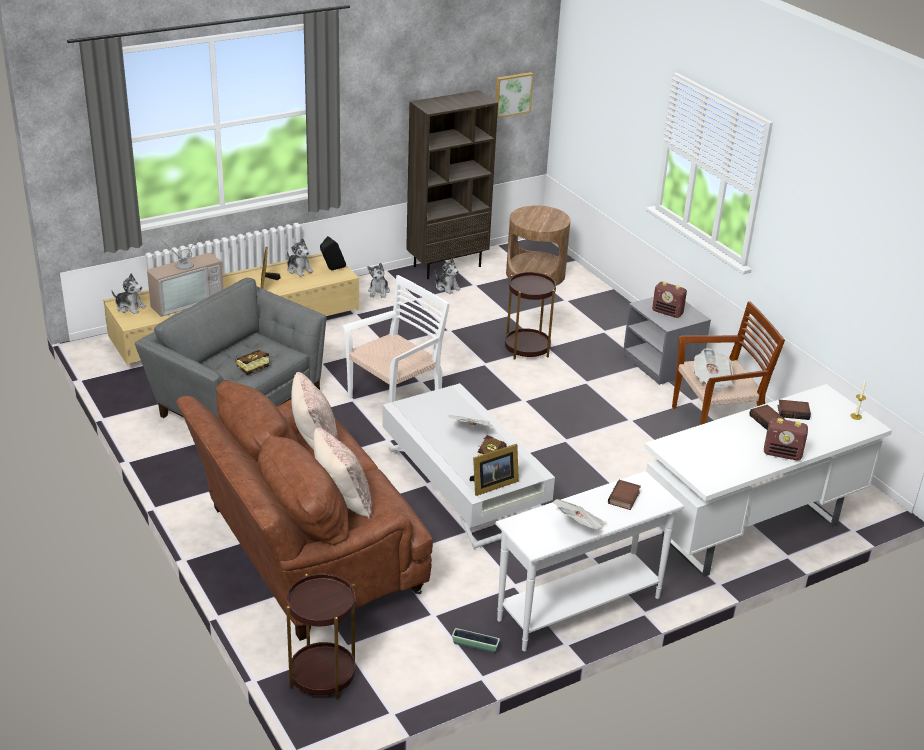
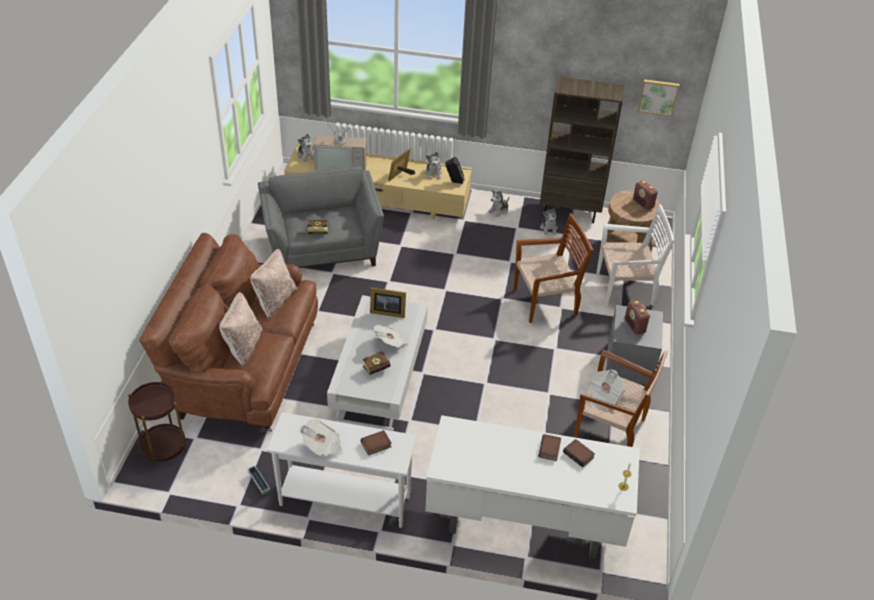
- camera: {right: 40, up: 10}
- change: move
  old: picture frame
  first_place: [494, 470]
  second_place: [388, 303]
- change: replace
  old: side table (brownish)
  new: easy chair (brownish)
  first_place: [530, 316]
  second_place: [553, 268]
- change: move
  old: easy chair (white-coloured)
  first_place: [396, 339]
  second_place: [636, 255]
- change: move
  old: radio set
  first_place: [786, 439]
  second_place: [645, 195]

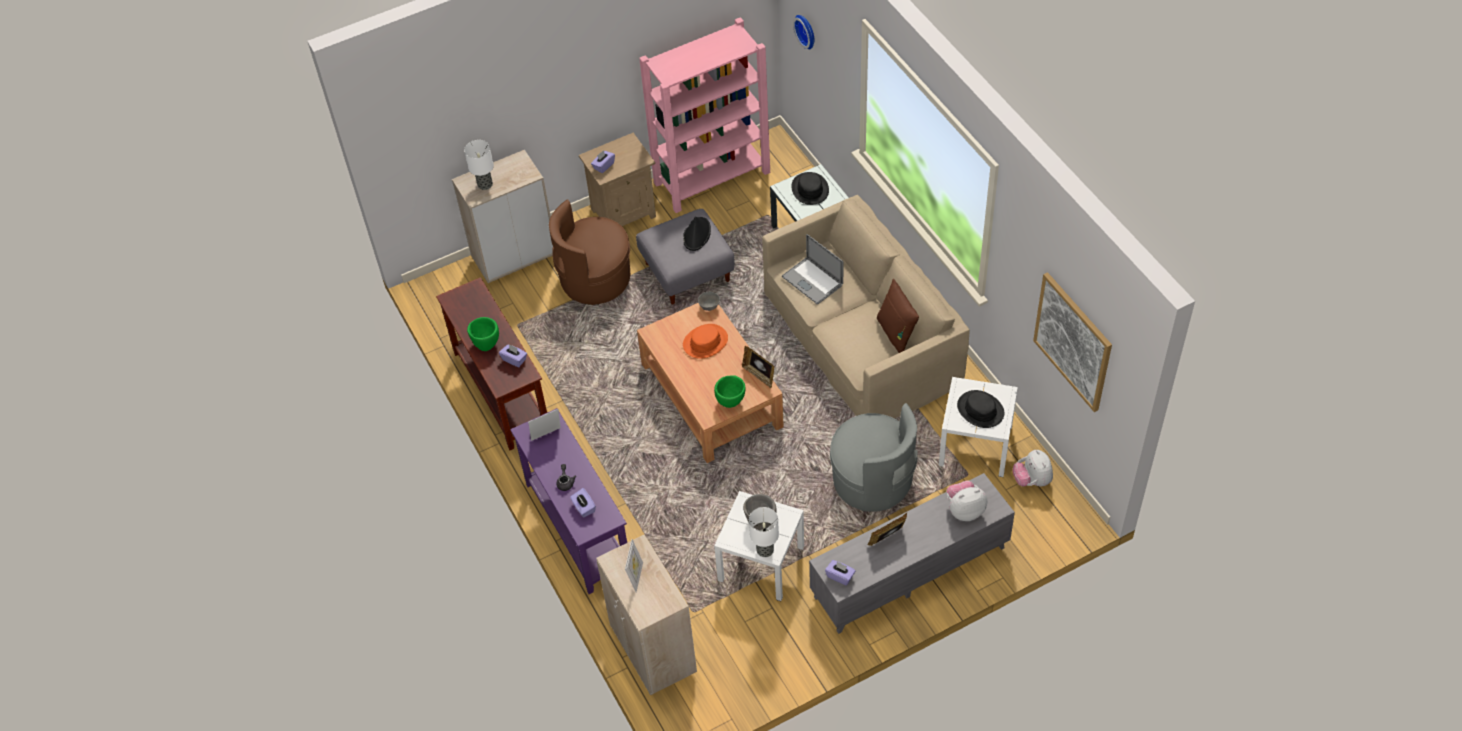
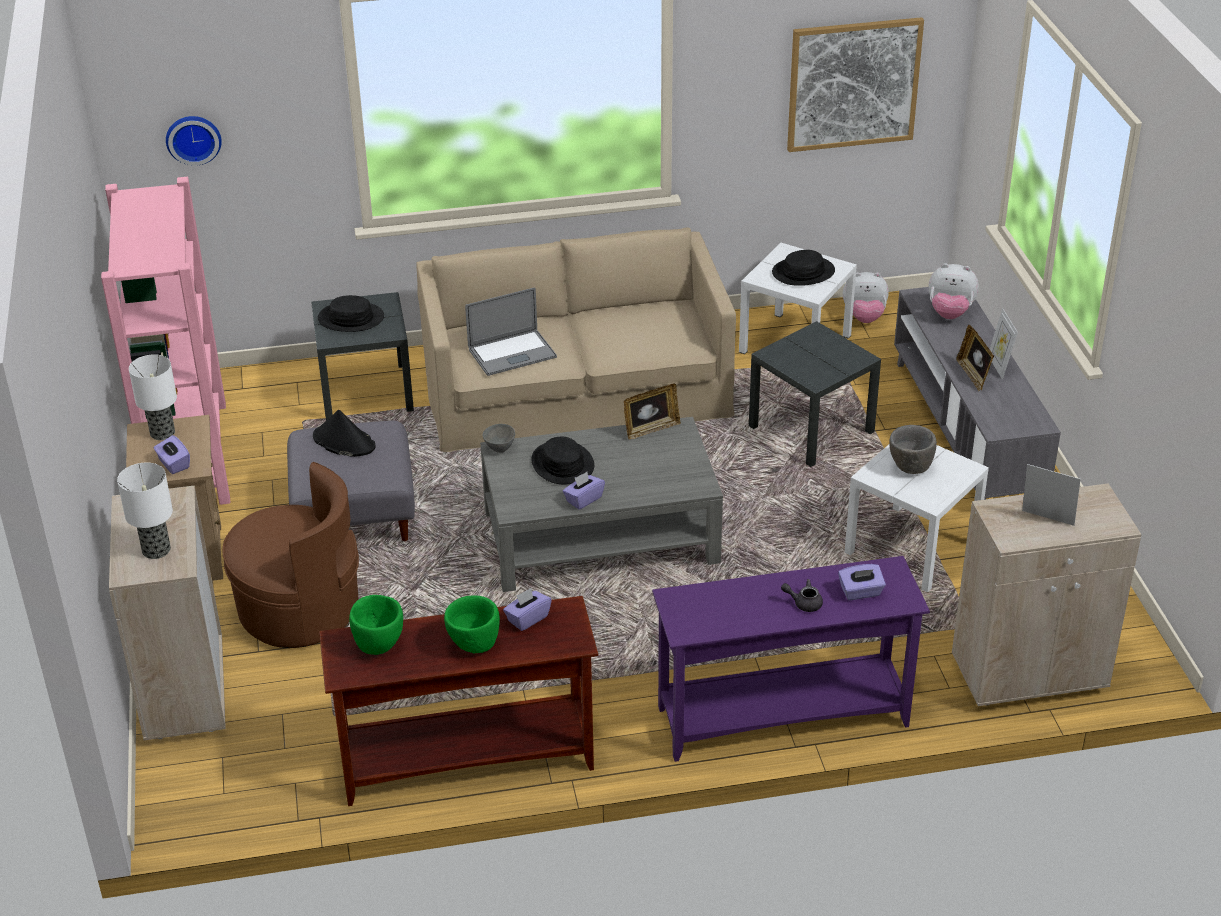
- camera: {right: -75, up: -15}
- change: move
  old: table lamp
  first_place: [764, 532]
  second_place: [153, 397]
- change: rotate
  old: easy chair (brownish)
  first_place: [589, 252]
  second_place: [291, 555]
  degrees: -90
- change: move
  old: deep dish (green)
  first_place: [730, 391]
  second_place: [376, 625]
- change: recolor
  old: coffee table (brownish)
  new: coffee table (grey)
  first_place: [710, 383]
  second_place: [601, 504]
- change: recolor
  old: hat (orange)
  new: hat (black)
  first_place: [705, 341]
  second_place: [562, 460]
- change: move
  old: box of tissues (purplish)
  first_place: [840, 573]
  second_place: [584, 491]
- change: replace
  old: easy chair (grey)
  new: side table (grey)
  first_place: [874, 457]
  second_place: [815, 394]
- change: rotate
  old: cuddly toy
  first_place: [967, 500]
  second_place: [954, 291]
  degrees: -75
- change: move
  old: picture frame
  first_place: [544, 425]
  second_place: [1003, 344]
- change: delete
  old: throw pillow (brownish)
  first_place: [898, 316]

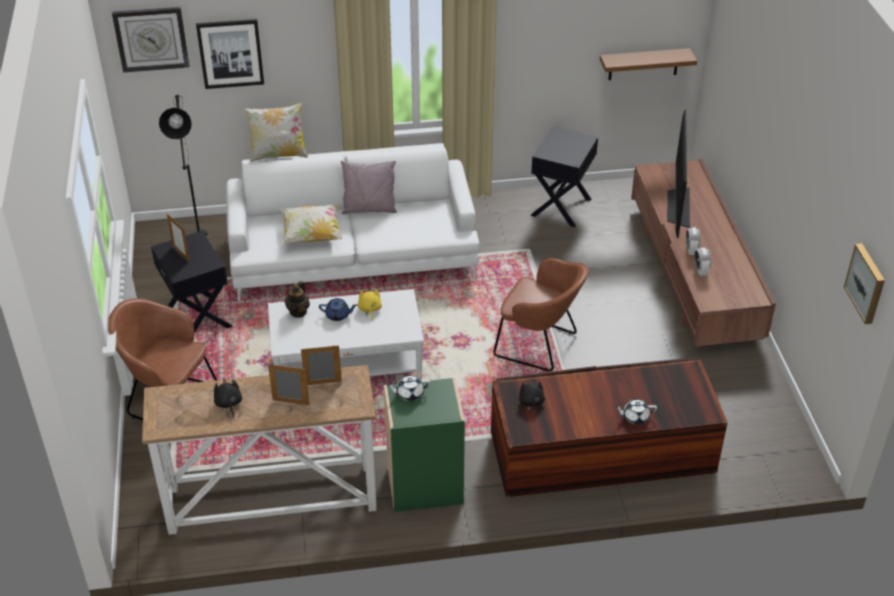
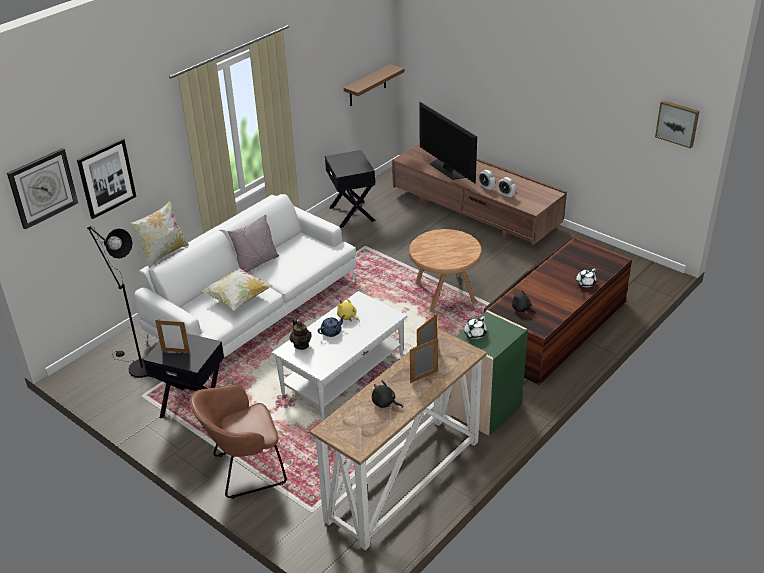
- camera: {right: -40, up: -5}
- change: replace
  old: easy chair (brownish)
  new: side table (brownish)
  first_place: [541, 314]
  second_place: [445, 270]

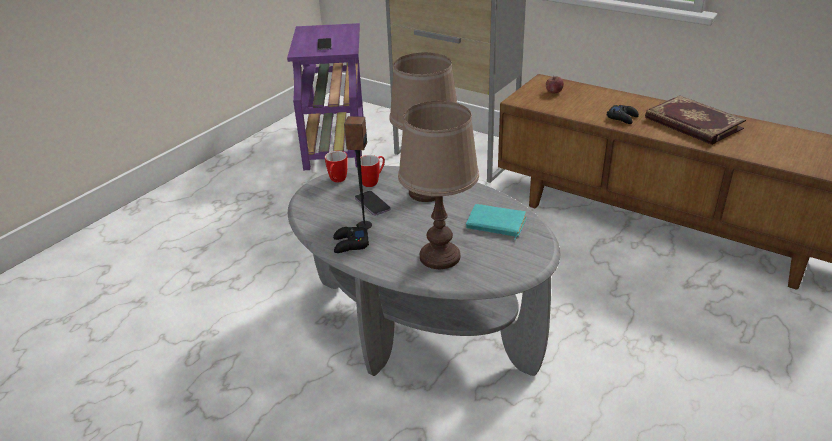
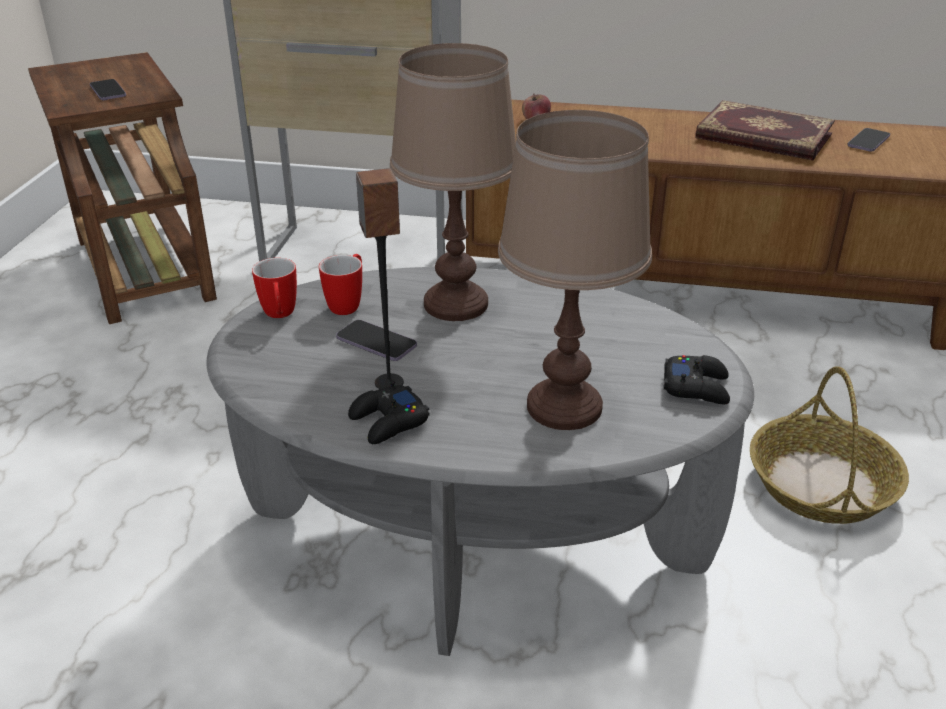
- camera: {right: -25, up: 0}
- change: recolor
  old: side table (purplish)
  new: side table (brownish)
  first_place: [325, 96]
  second_place: [122, 188]
- change: move
  old: joypad (black)
  first_place: [622, 114]
  second_place: [697, 379]
- change: insert
  new: household basket
  second_place: [829, 445]
- change: insert
  new: phone
  second_place: [868, 140]
- change: delete
  old: volume (turquoise-coloured)
  first_place: [496, 222]

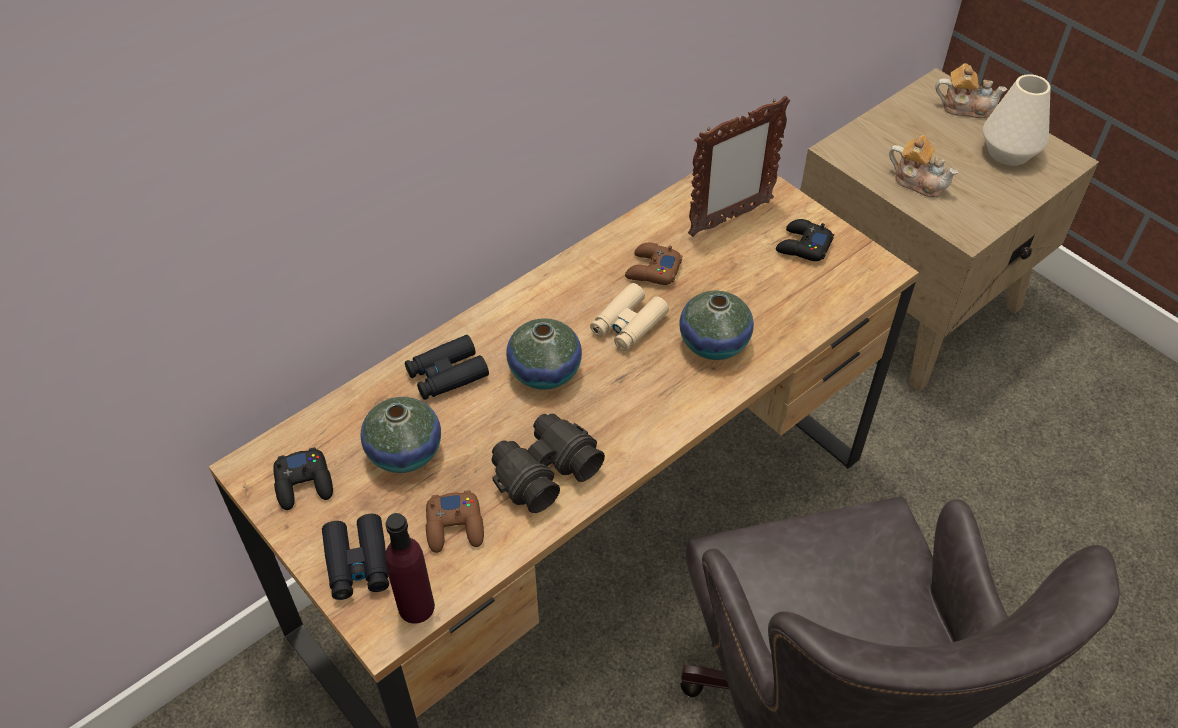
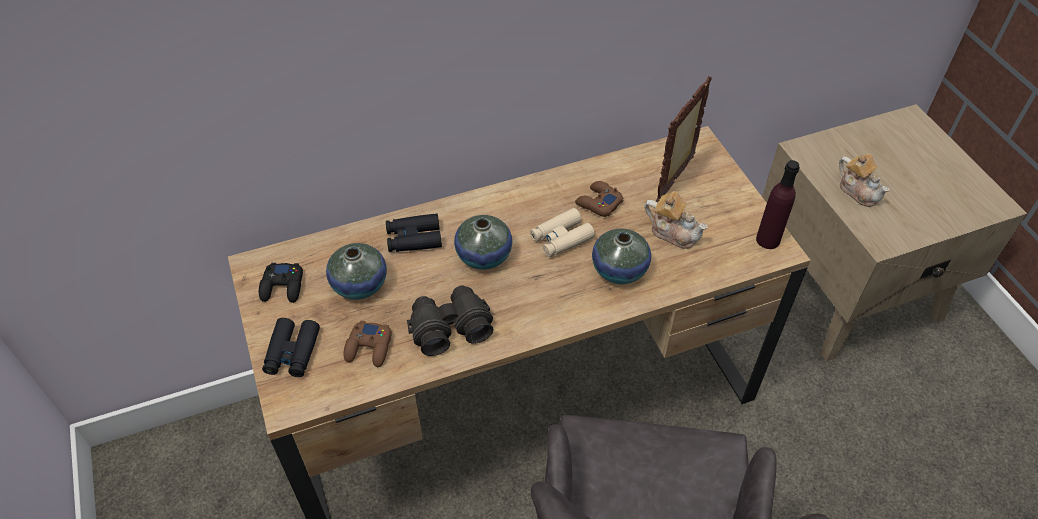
- camera: {right: 20, up: 0}
- change: move
  old: tea pot
  first_place: [971, 90]
  second_place: [676, 220]
- change: rotate
  old: picture frame
  first_place: [739, 166]
  second_place: [684, 139]
  degrees: 135
- change: move
  old: drink bottle (purplish)
  first_place: [410, 568]
  second_place: [778, 204]
- change: delete
  old: joypad (black)
  first_place: [805, 240]
- change: delete
  old: decorative vase (white-coloured)
  first_place: [1017, 120]

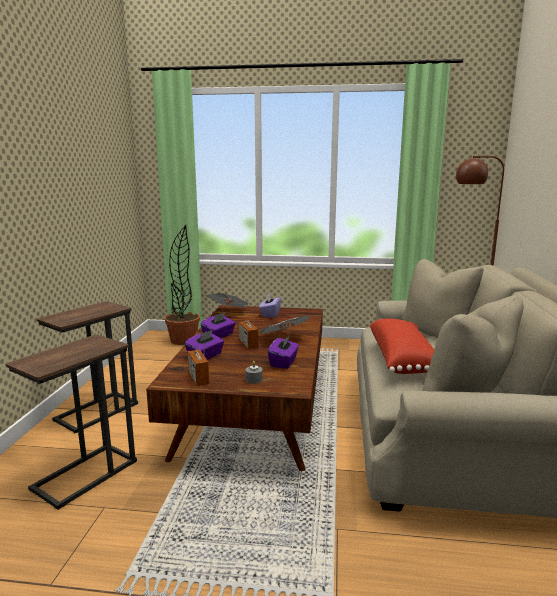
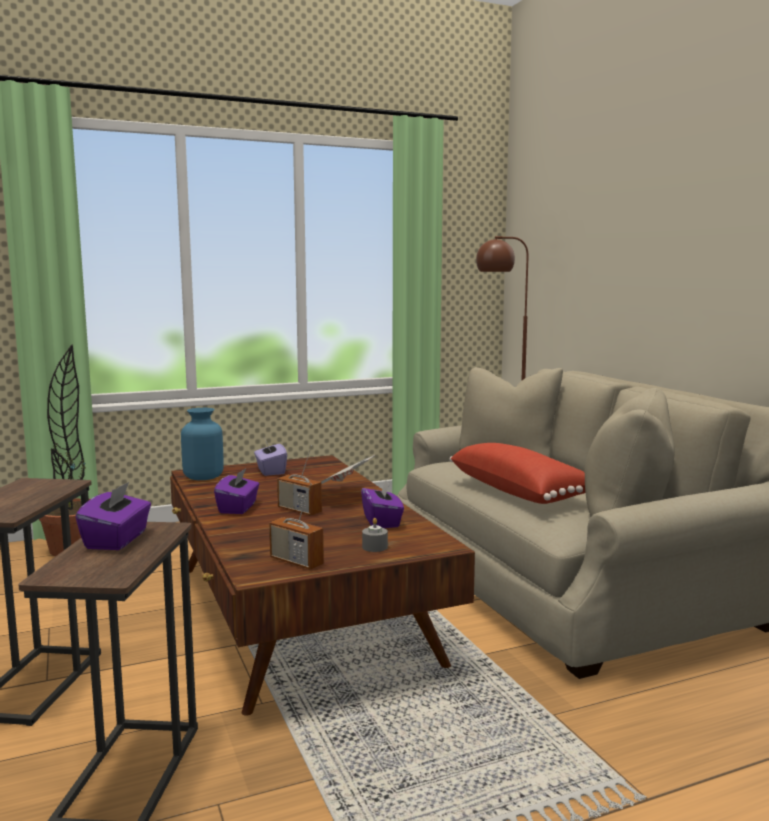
- camera: {right: -30, up: -5}
- change: move
  old: box of tissues (purplish)
  first_place: [204, 345]
  second_place: [113, 516]
- change: replace
  old: daily paper
  new: decorative vase (bluish)
  first_place: [226, 300]
  second_place: [202, 444]

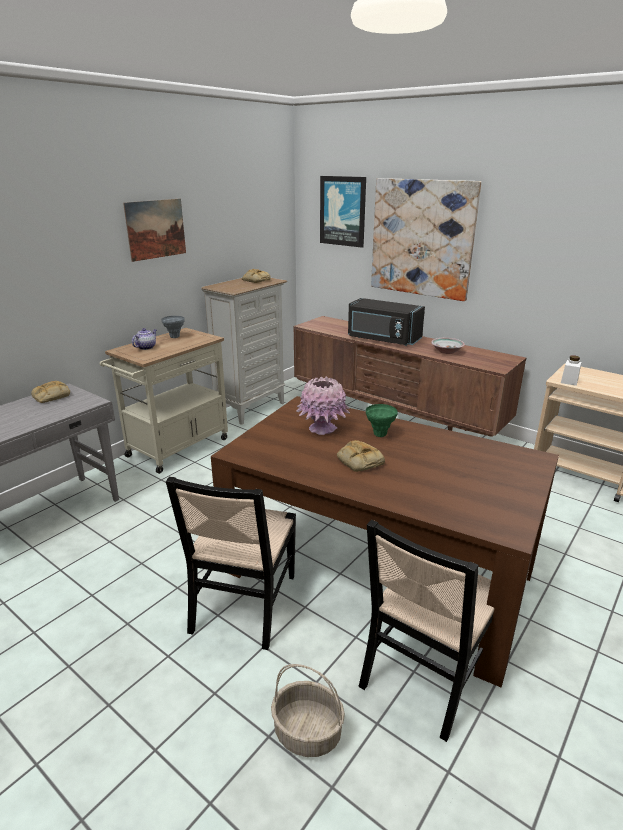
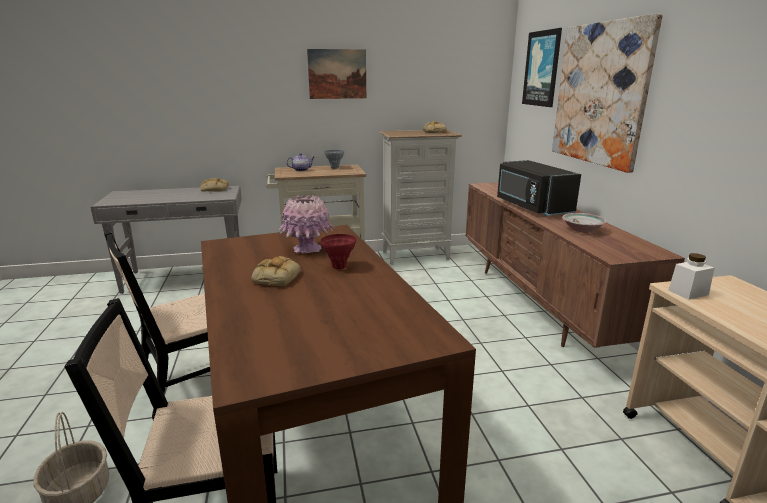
- camera: {right: 40, up: -5}
- change: recolor
  old: decorative vase (green)
  new: decorative vase (red)
  first_place: [382, 420]
  second_place: [338, 251]

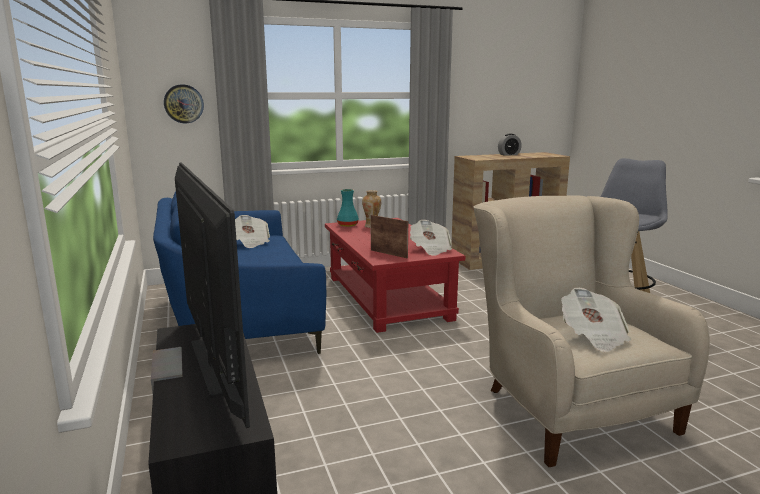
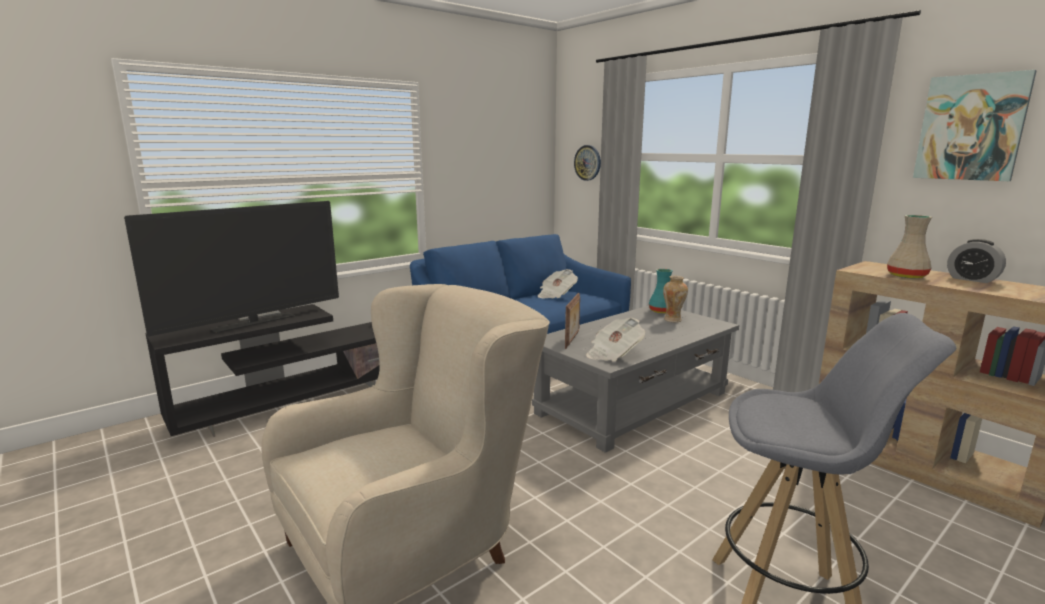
- camera: {right: 70, up: 0}
- change: recolor
  old: coffee table (red)
  new: coffee table (grey)
  first_place: [395, 275]
  second_place: [635, 379]
- change: insert
  new: decorative vase (beige-coloured)
  second_place: [909, 246]
- change: insert
  new: picture
  second_place: [975, 125]
- change: delete
  old: daily paper
  first_place: [596, 320]

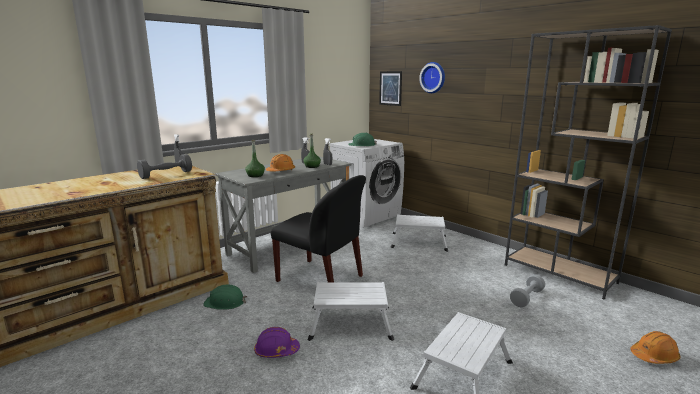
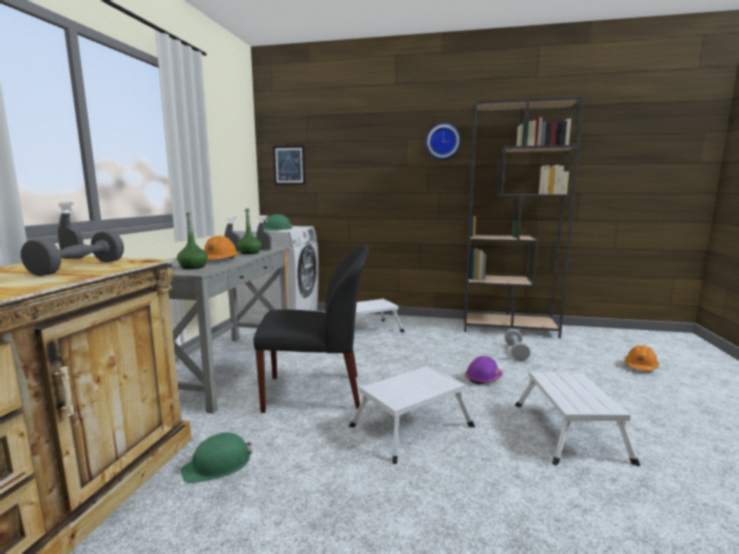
- camera: {right: -35, up: -5}
- change: move
  old: wall clock
  first_place: [432, 77]
  second_place: [443, 141]
- change: move
  old: safety helmet (purplish)
  first_place: [277, 342]
  second_place: [484, 370]

